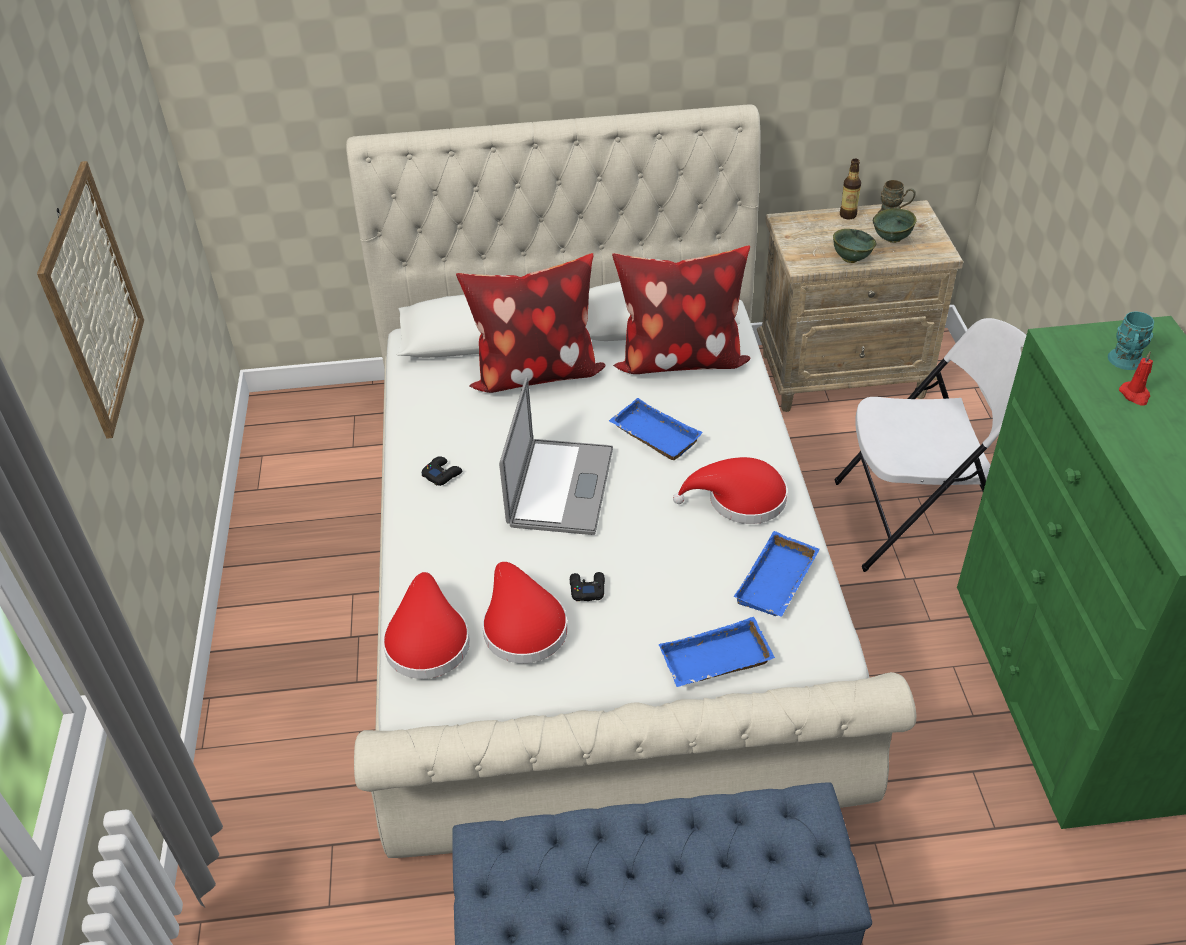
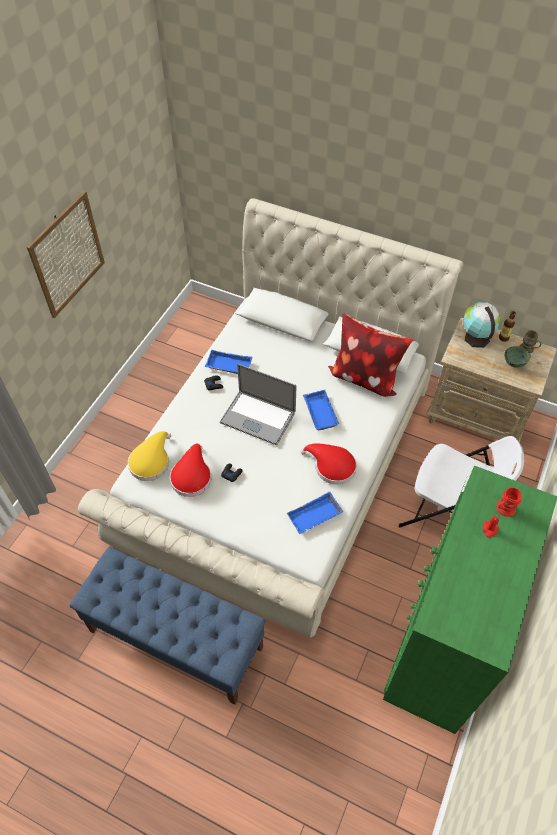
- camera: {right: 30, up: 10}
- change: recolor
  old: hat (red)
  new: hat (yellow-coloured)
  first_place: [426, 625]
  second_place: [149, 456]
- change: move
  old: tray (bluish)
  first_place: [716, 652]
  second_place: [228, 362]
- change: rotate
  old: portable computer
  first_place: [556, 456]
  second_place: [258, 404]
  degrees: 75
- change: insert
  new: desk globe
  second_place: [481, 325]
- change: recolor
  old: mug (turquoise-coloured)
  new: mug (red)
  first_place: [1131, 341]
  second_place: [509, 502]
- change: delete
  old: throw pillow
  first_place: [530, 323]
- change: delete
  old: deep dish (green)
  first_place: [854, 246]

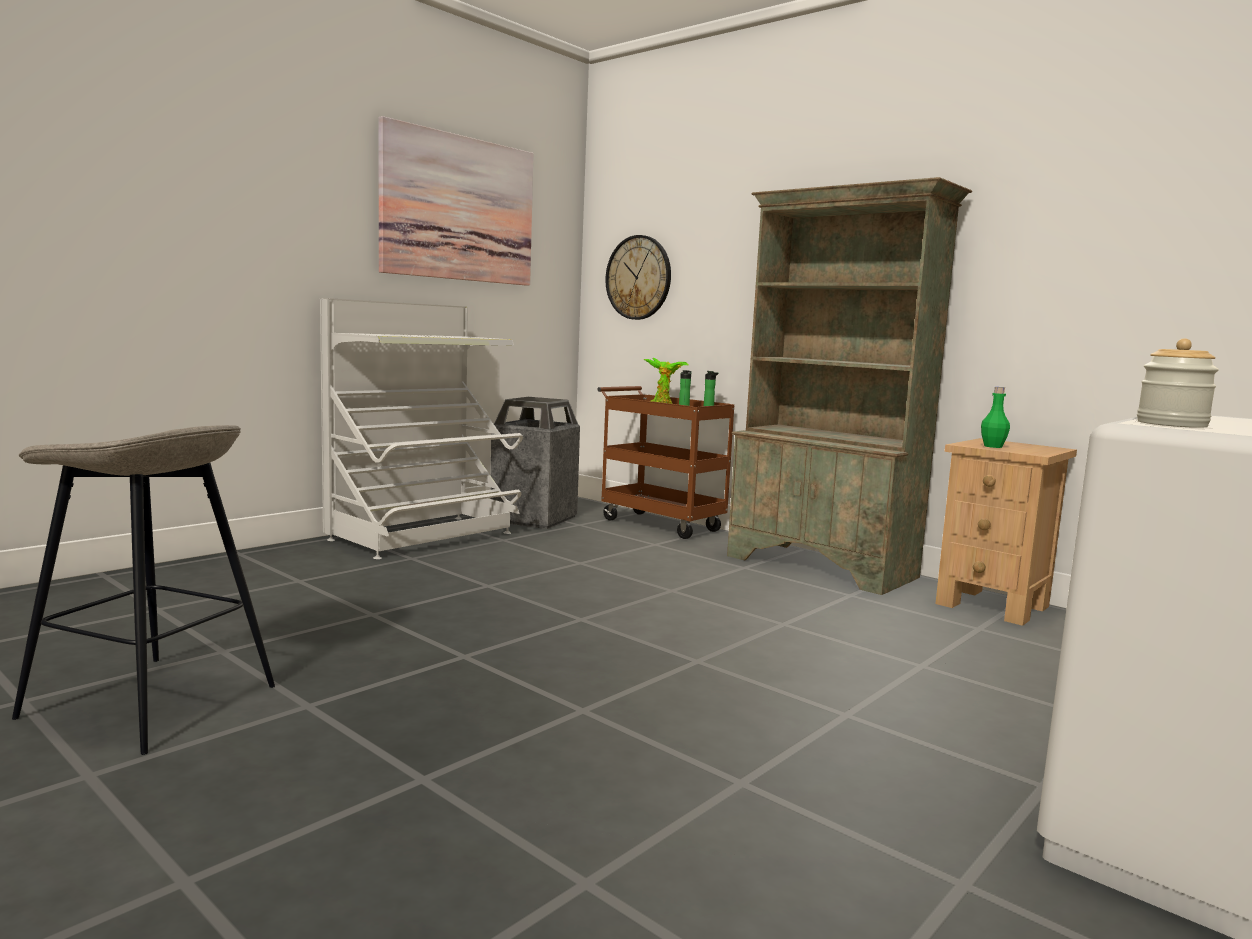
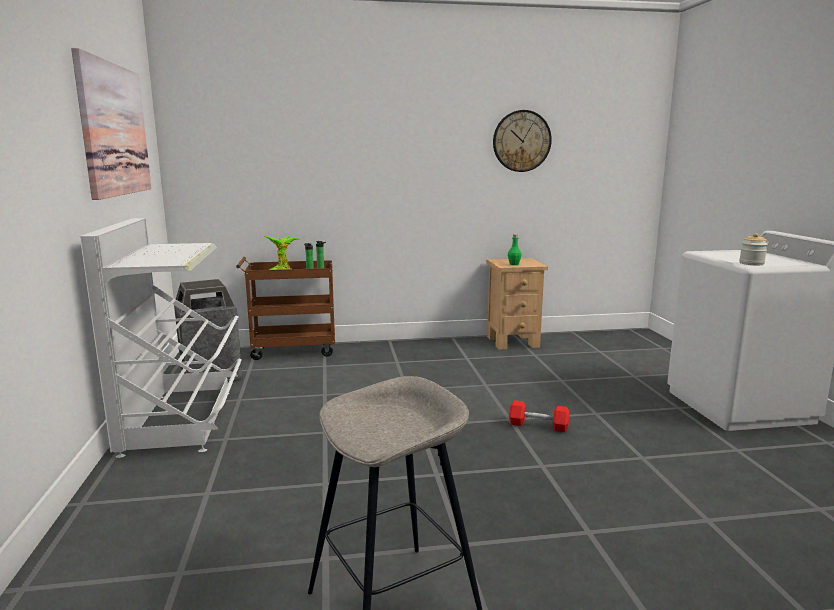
- camera: {right: -50, up: 5}
- change: move
  old: wall clock
  first_place: [638, 277]
  second_place: [522, 141]
- change: insert
  new: dumbbell (red)
  second_place: [539, 416]
- change: delete
  old: bookcase (green)
  first_place: [850, 386]

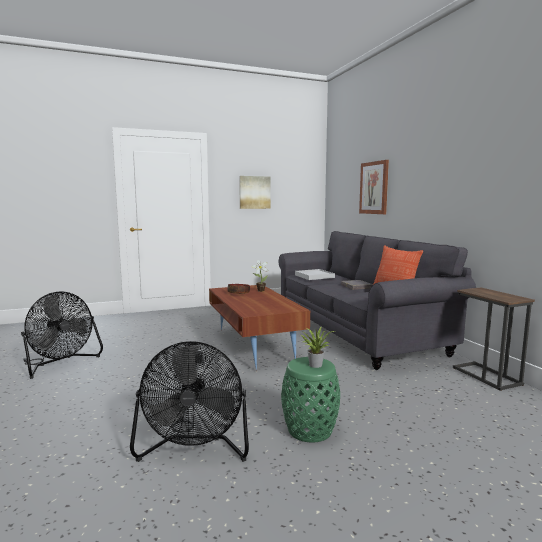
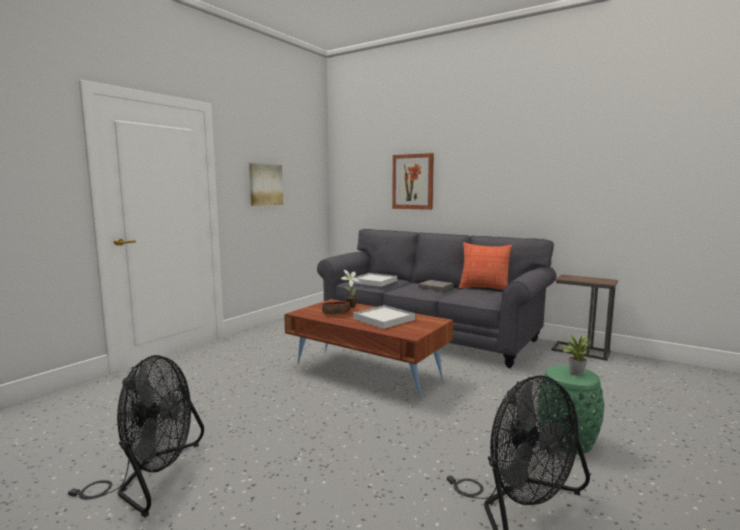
- camera: {right: -35, up: 0}
- change: insert
  new: tray (white-coloured)
  second_place: [384, 317]

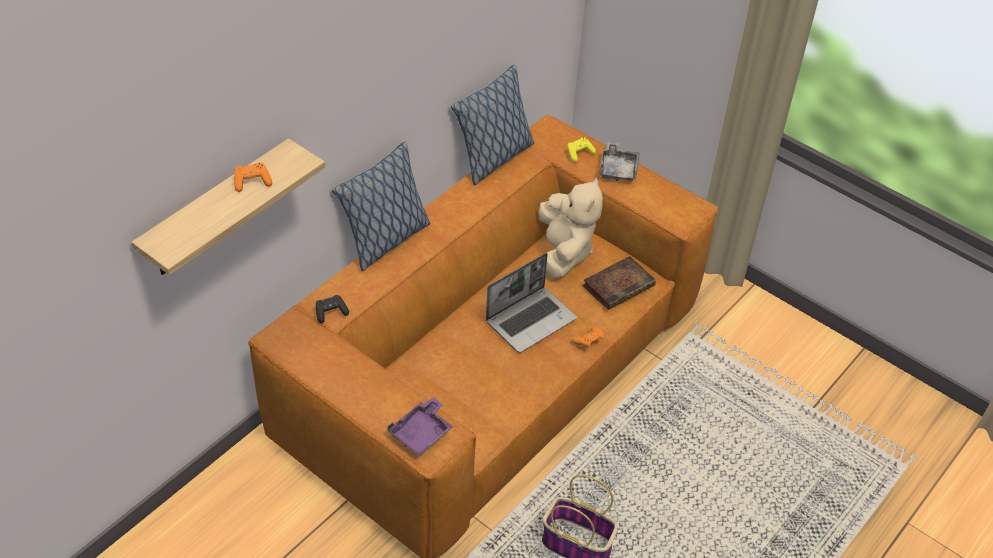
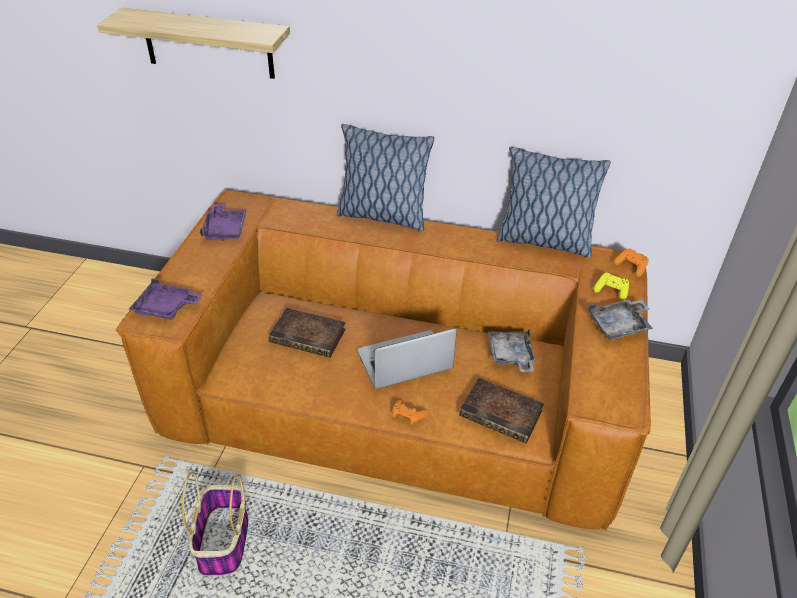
- camera: {right: 65, up: -5}
- change: insert
  new: tray (purplish)
  second_place: [223, 222]
- change: insert
  new: volume
  second_place: [307, 333]
- change: rotate
  old: portable computer
  first_place: [531, 303]
  second_place: [407, 358]
  degrees: 135
- change: replace
  old: cuddly toy (beige-coloured)
  new: tray (grey)
  first_place: [570, 227]
  second_place: [512, 351]
- change: move
  old: joypad (orange)
  first_place: [253, 177]
  second_place: [631, 262]
- change: delete
  old: joypad (black)
  first_place: [332, 309]

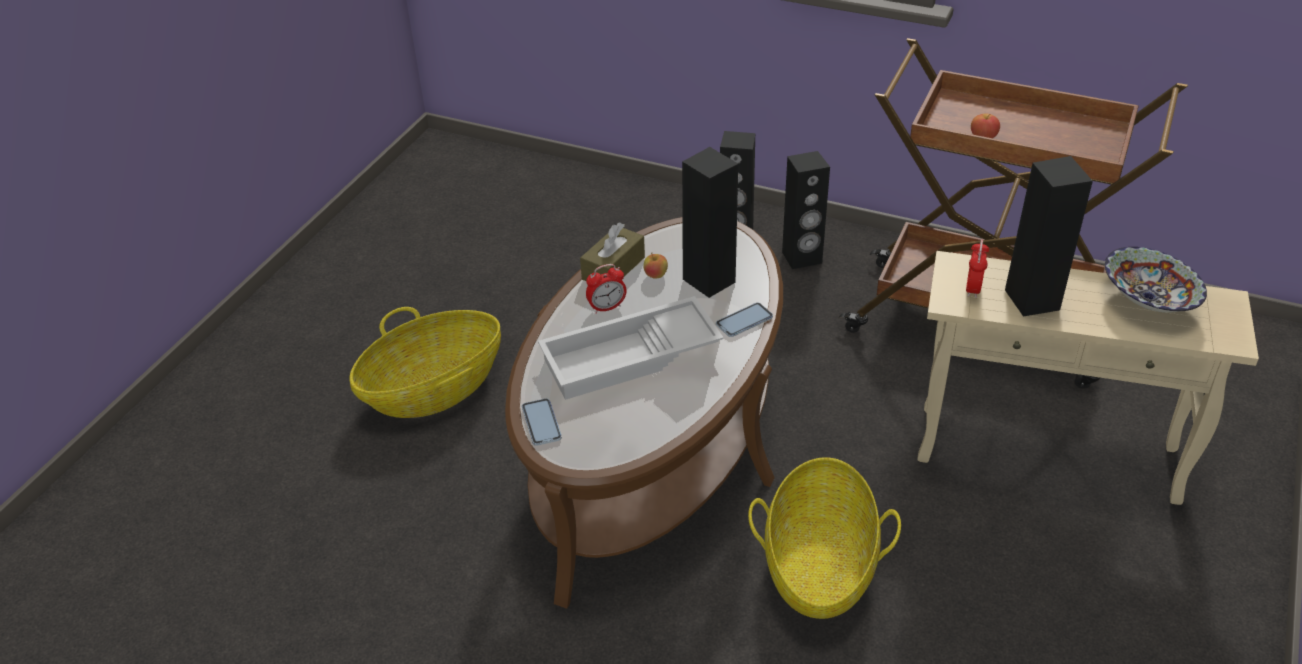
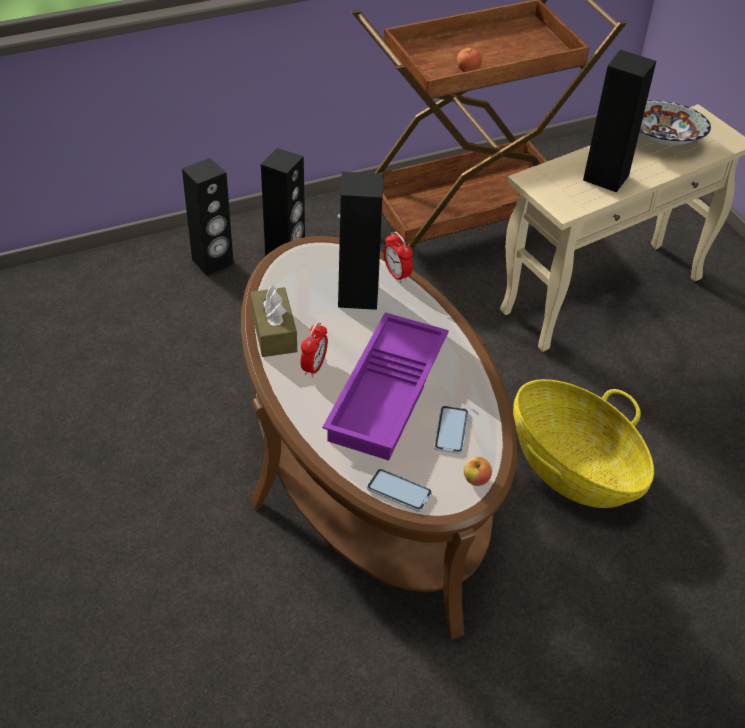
- camera: {right: -50, up: 5}
- change: recolor
  old: tray (white-coloured)
  new: tray (purplish)
  first_place: [631, 348]
  second_place: [385, 386]
- change: move
  old: table clock
  first_place: [977, 269]
  second_place: [398, 257]
- change: move
  old: phone
  first_place: [744, 320]
  second_place: [451, 430]
- change: move
  old: apple
  first_place: [655, 265]
  second_place: [478, 471]
- change: delete
  old: household basket
  first_place: [425, 362]

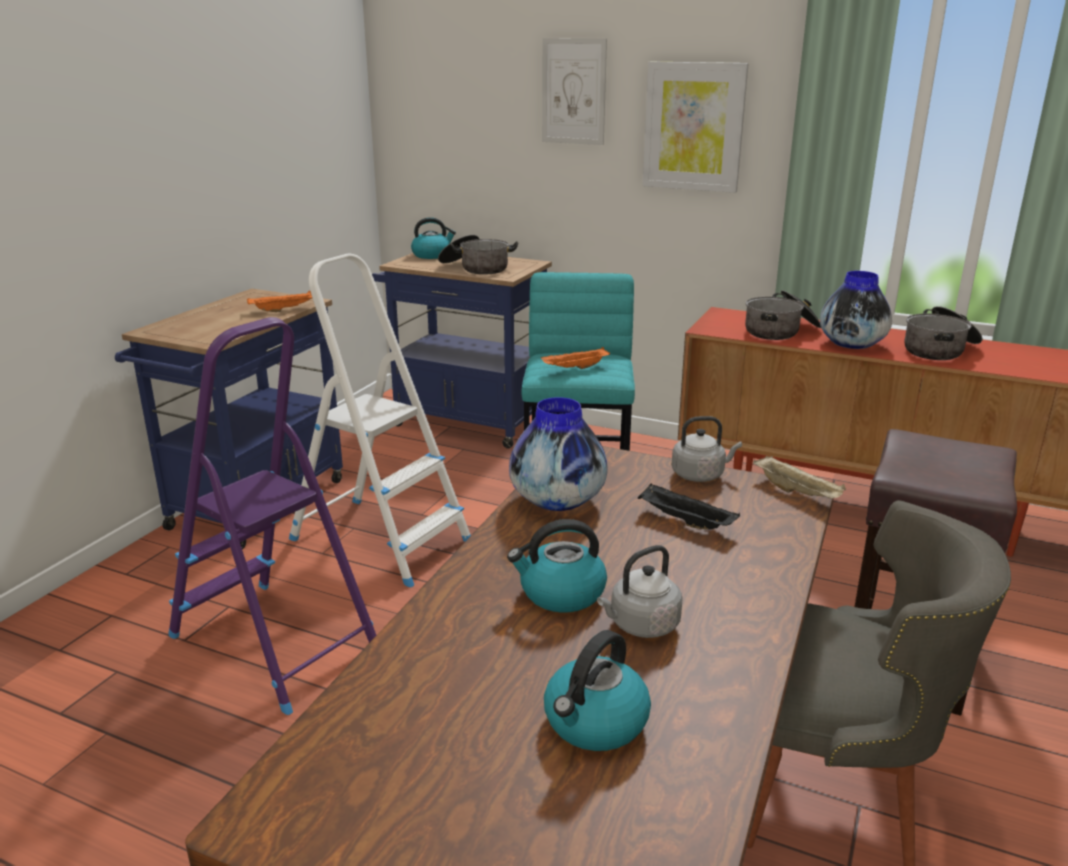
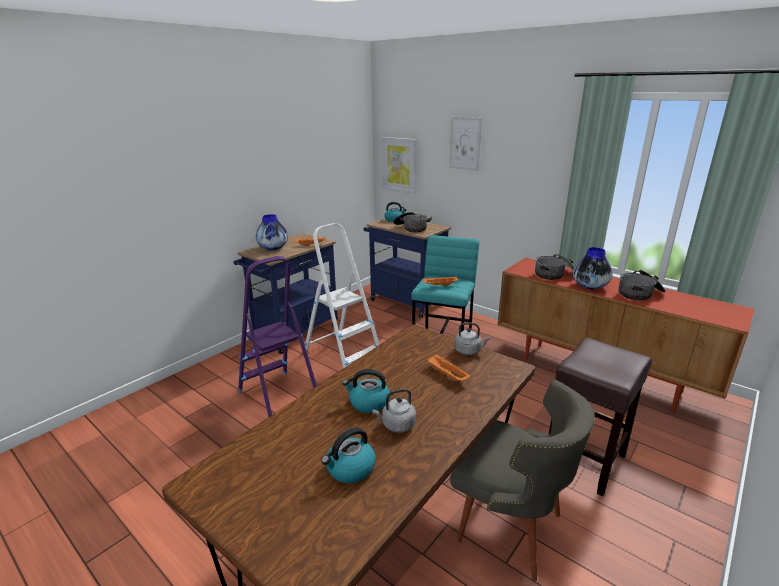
- camera: {right: 15, up: 0}
- change: move
  old: decorative vase
  first_place: [558, 454]
  second_place: [272, 232]
- change: move
  old: picture
  first_place: [695, 127]
  second_place: [399, 165]
- change: recolor
  old: tray (black)
  new: tray (orange)
  first_place: [689, 506]
  second_place: [449, 367]
- change: delete
  old: tray (beige-coloured)
  first_place: [799, 477]

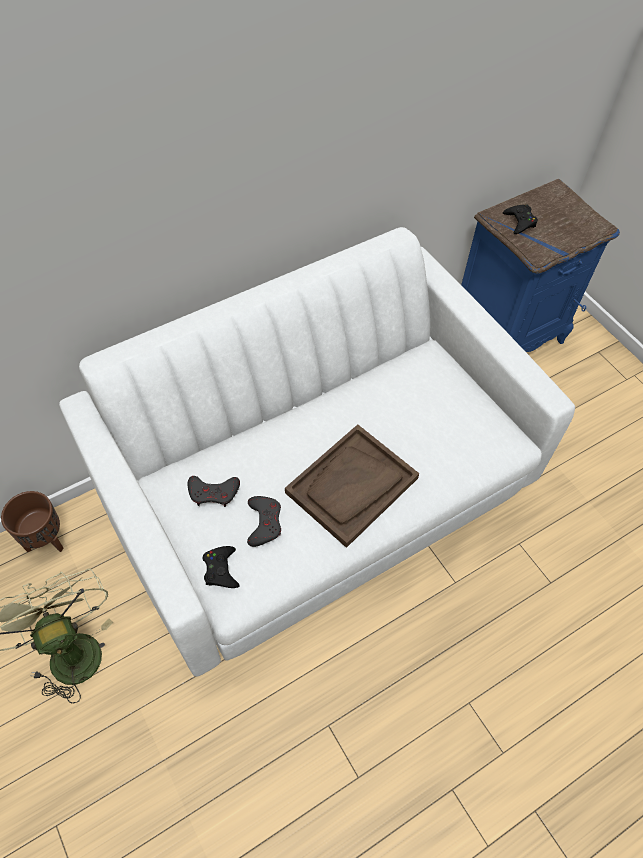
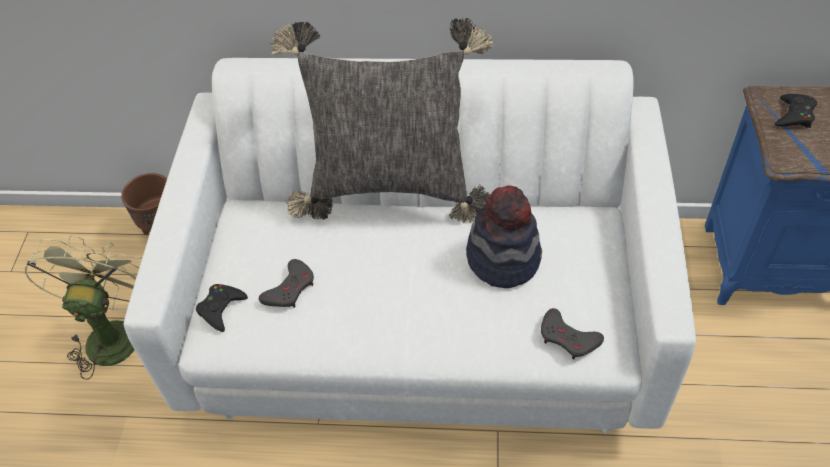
- camera: {right: 40, up: -5}
- change: insert
  new: throw pillow
  second_place: [381, 120]
- change: insert
  new: hat
  second_place: [504, 236]
- change: move
  old: joypad (grey)
  first_place: [214, 491]
  second_place: [572, 333]
- change: delete
  old: tray (brownish)
  first_place: [352, 486]

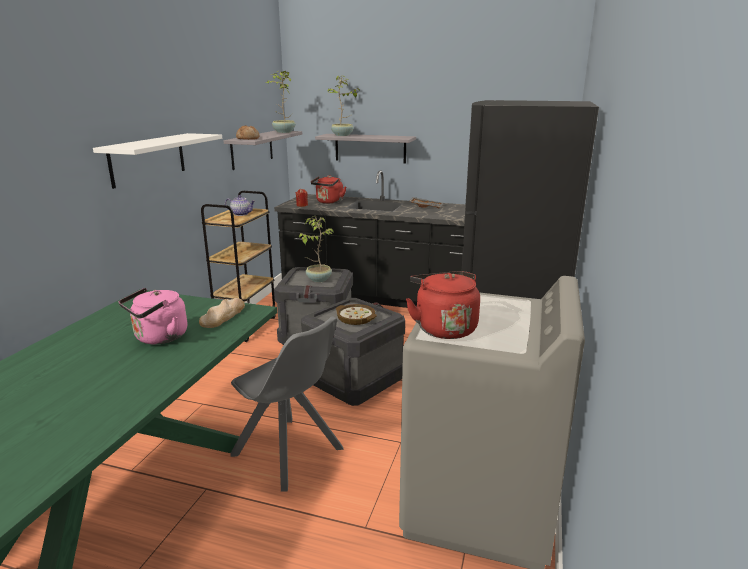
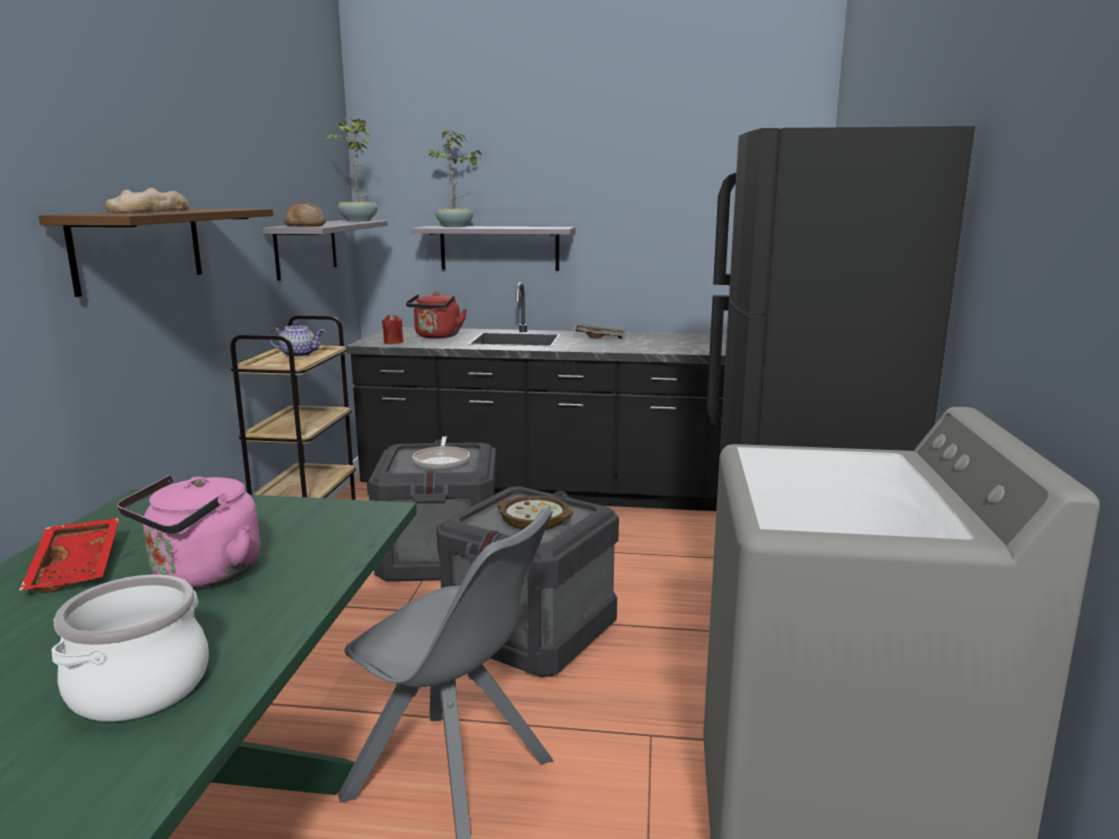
- camera: {right: -10, up: -5}
- change: insert
  new: tray (red)
  second_place: [69, 555]
- change: recolor
  old: bracket shelf (white-coloured)
  new: bracket shelf (brownish)
  first_place: [157, 161]
  second_place: [156, 252]
- change: insert
  new: stockpot
  second_place: [130, 648]
- change: move
  old: bakery bread
  first_place: [222, 313]
  second_place: [147, 200]
- change: replace
  old: houseplant
  new: pan
  first_place: [316, 249]
  second_place: [441, 453]
- change: delete
  old: water kettle (red)
  first_place: [443, 305]

